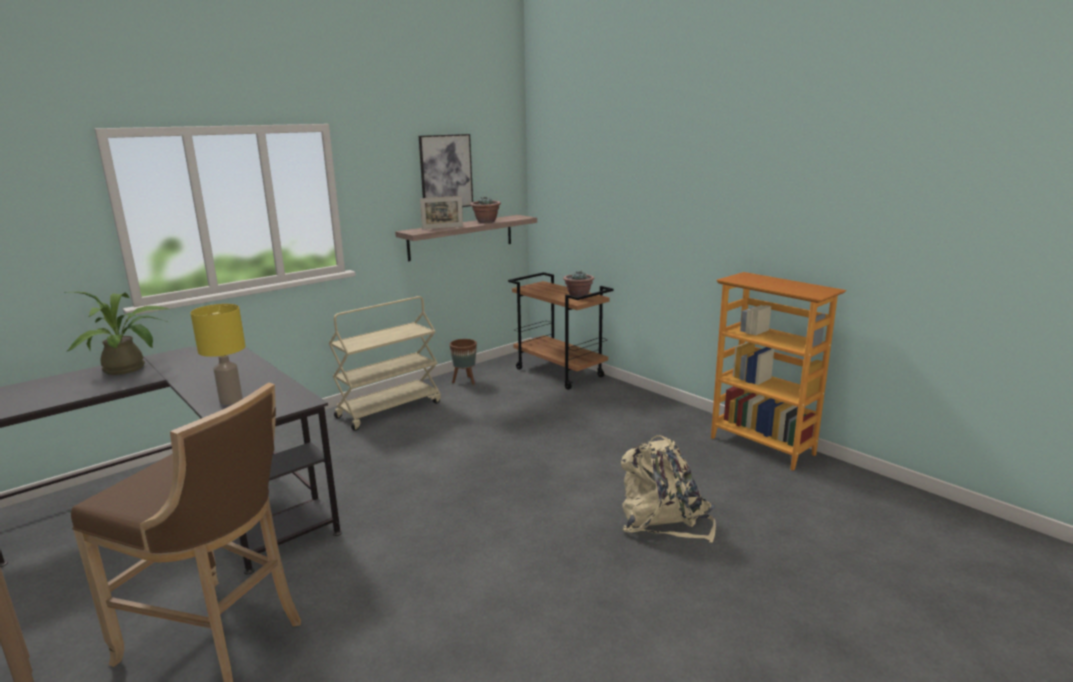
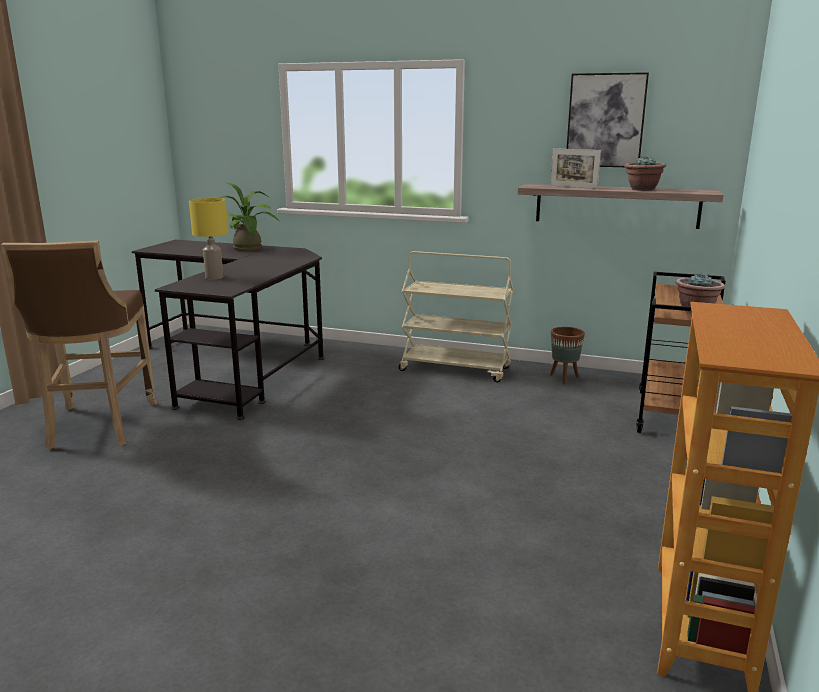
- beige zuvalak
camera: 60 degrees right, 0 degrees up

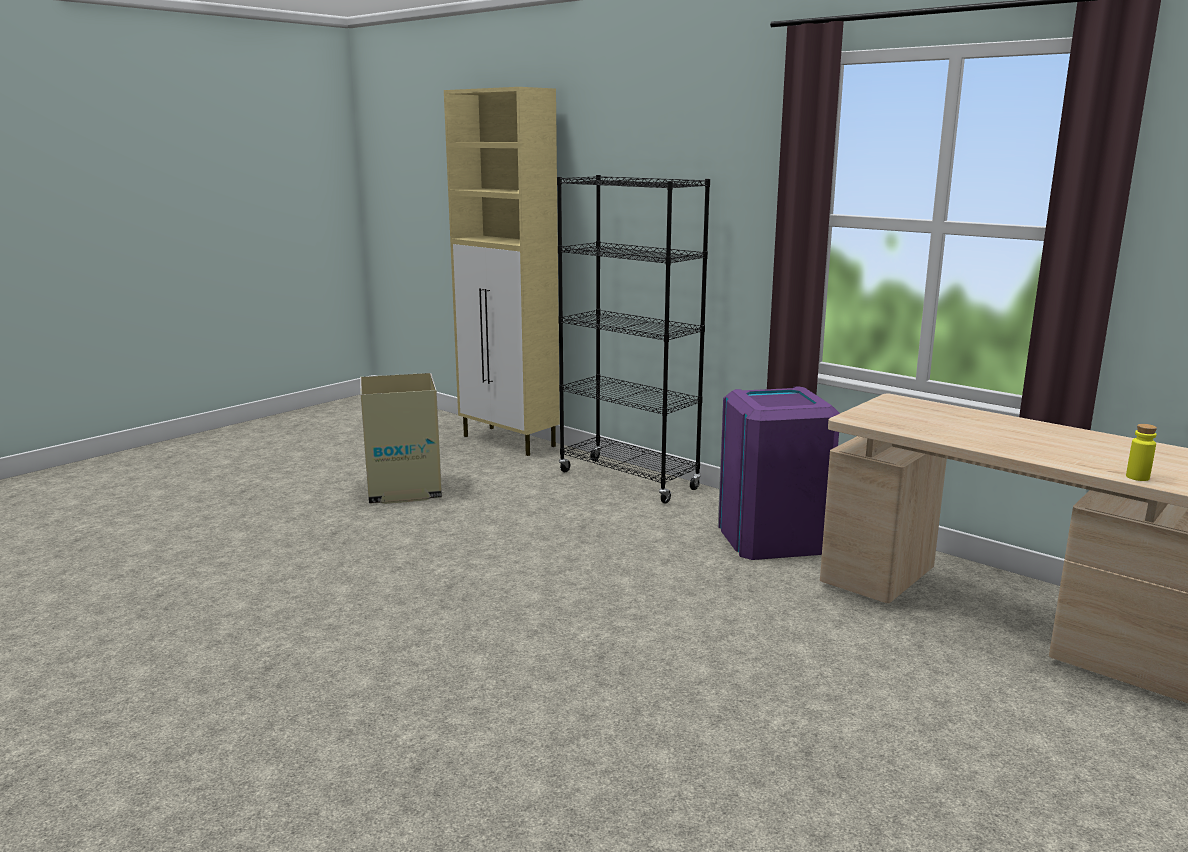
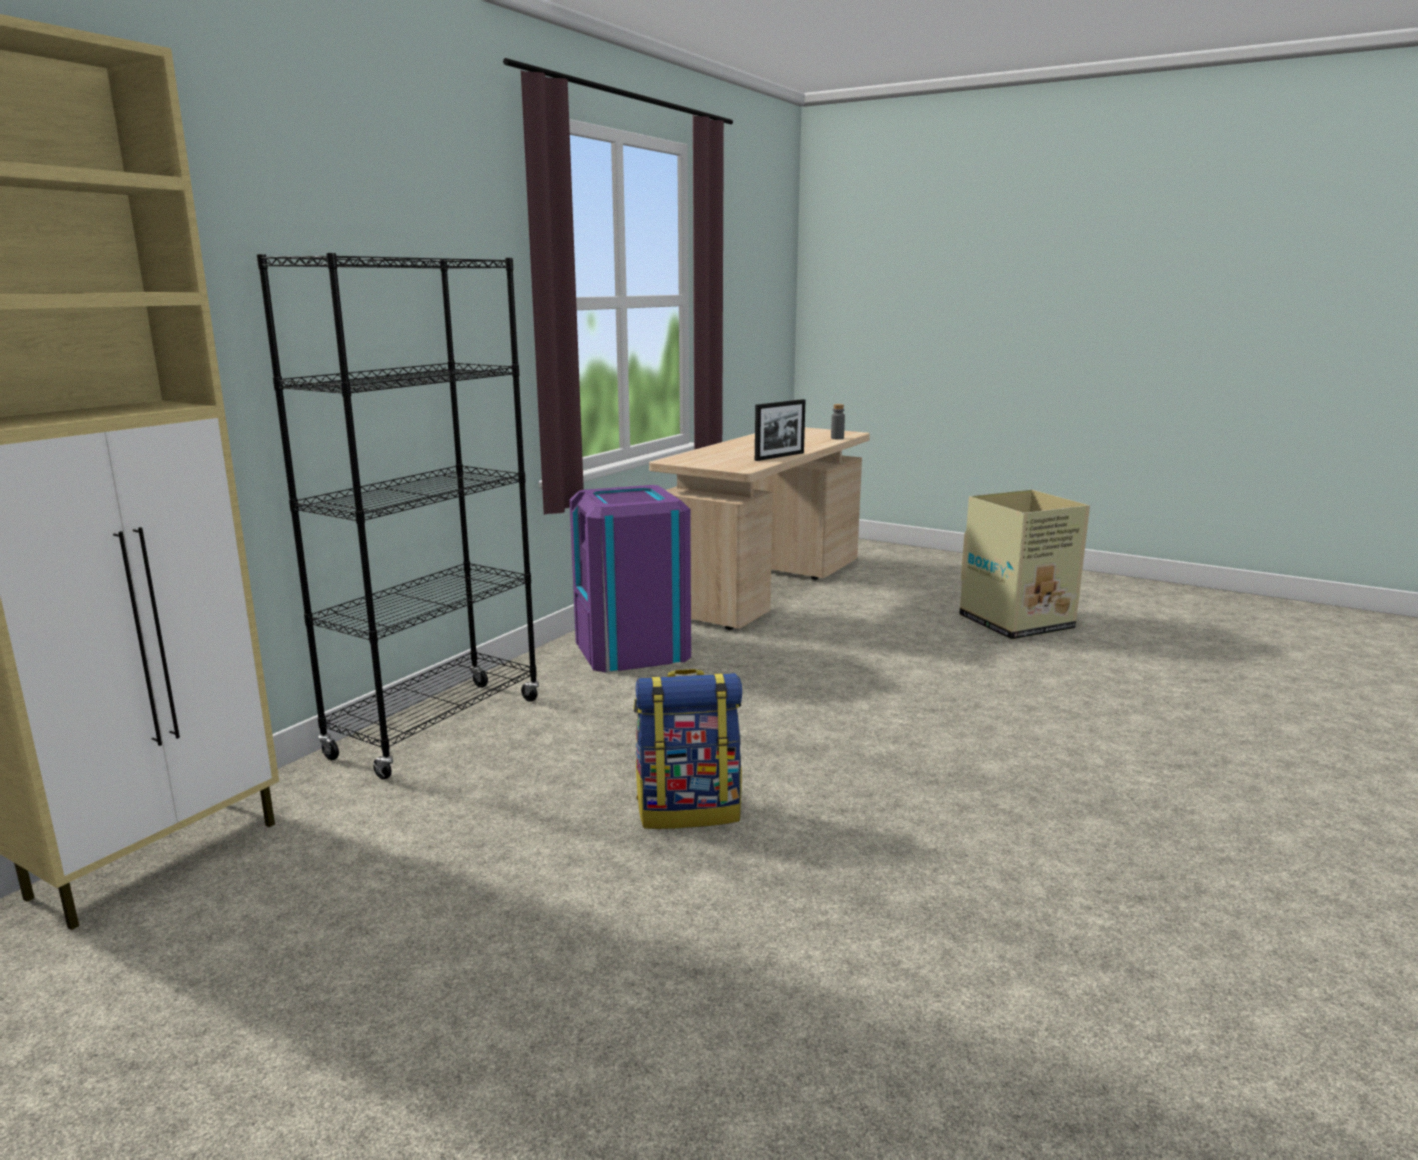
+ zuvalak
+ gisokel
~ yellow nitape to grey nitape
~ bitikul
camera: 100 degrees left, 0 degrees up

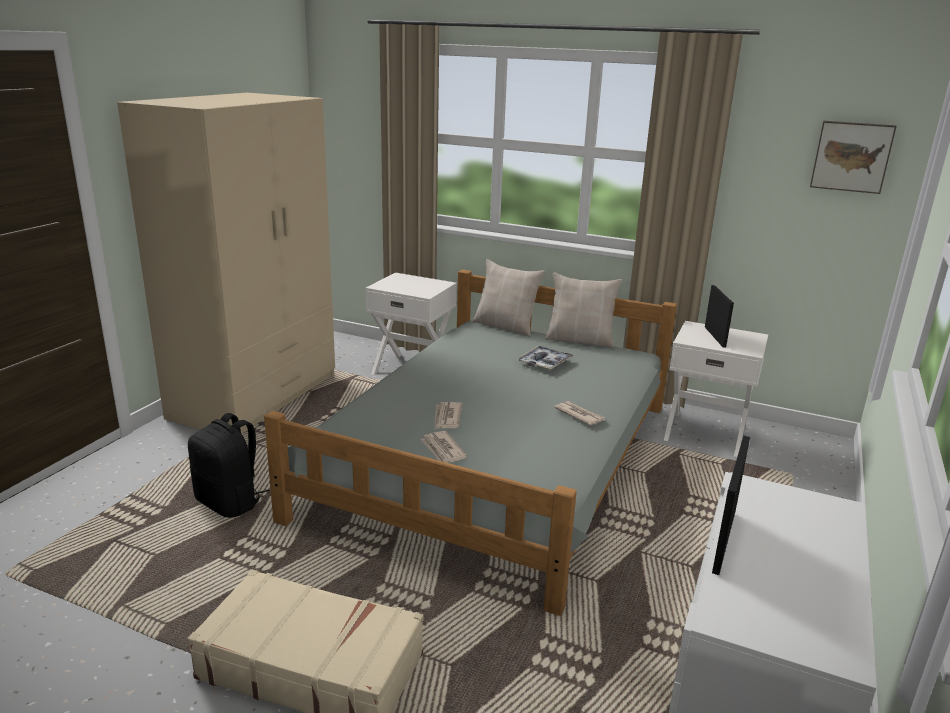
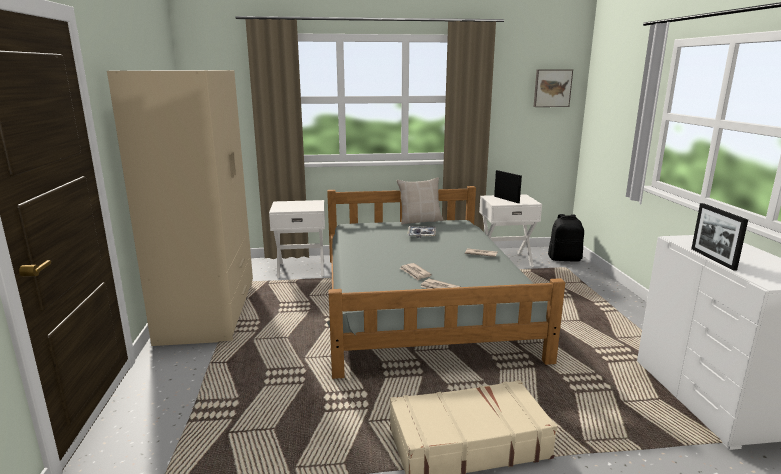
~ black zuvalak
- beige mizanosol (1st from left)
camera: 30 degrees left, 5 degrees down

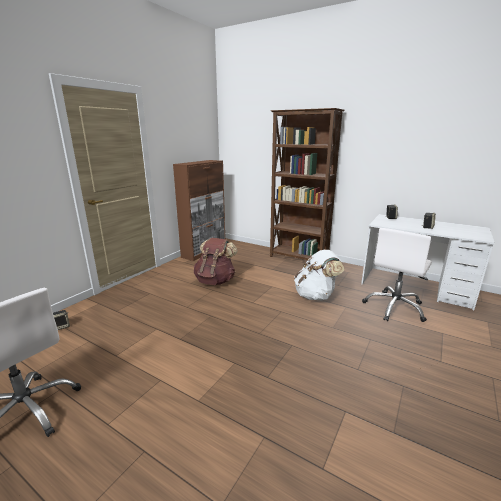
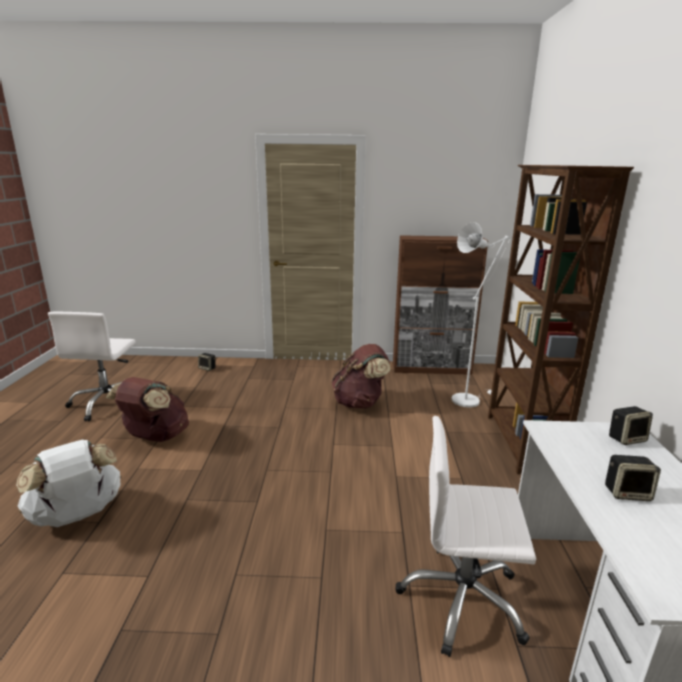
~ white zuvalak
+ brown zuvalak (1st from left)
+ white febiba
camera: 60 degrees right, 0 degrees up

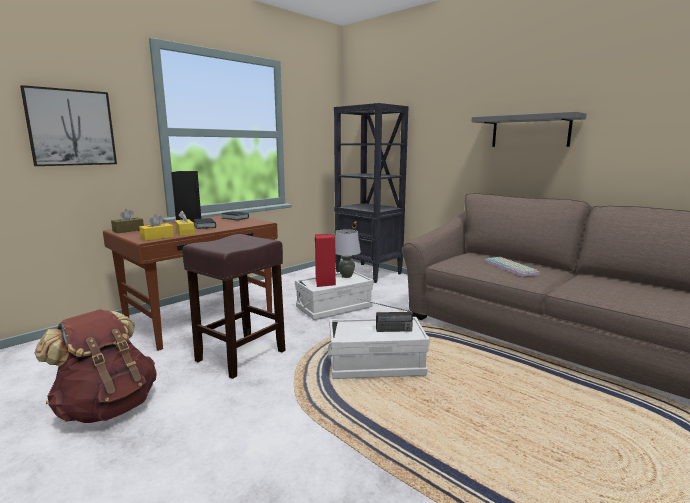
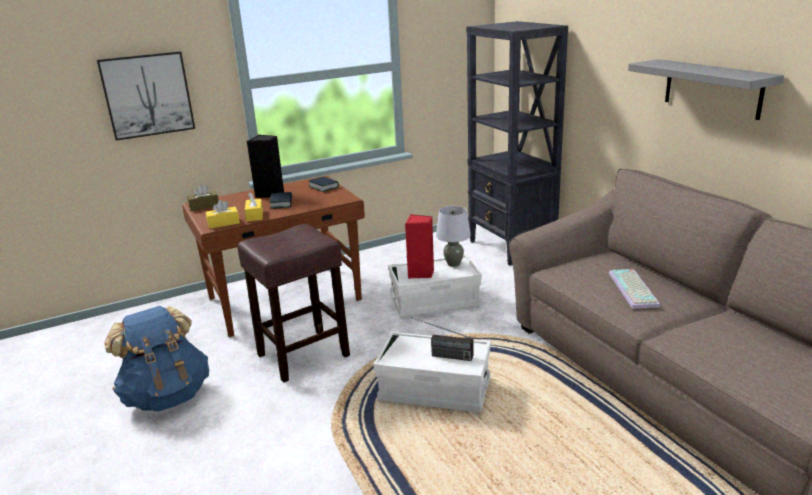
~ brown zuvalak to blue zuvalak
camera: 20 degrees right, 10 degrees up

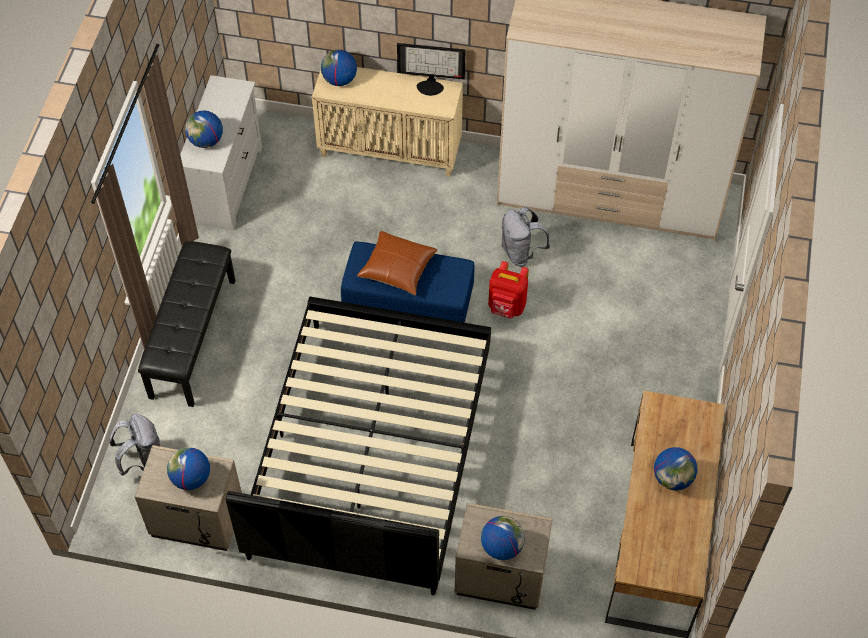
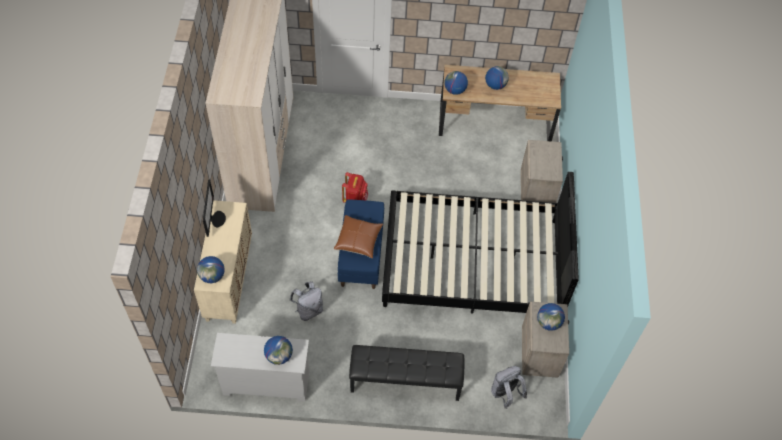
~ grey zuvalak (2nd from left in the first image) to grey zuvalak (1st from left)
~ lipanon (4th from left in the first image) to lipanon (3rd from left)
camera: 100 degrees left, 0 degrees up

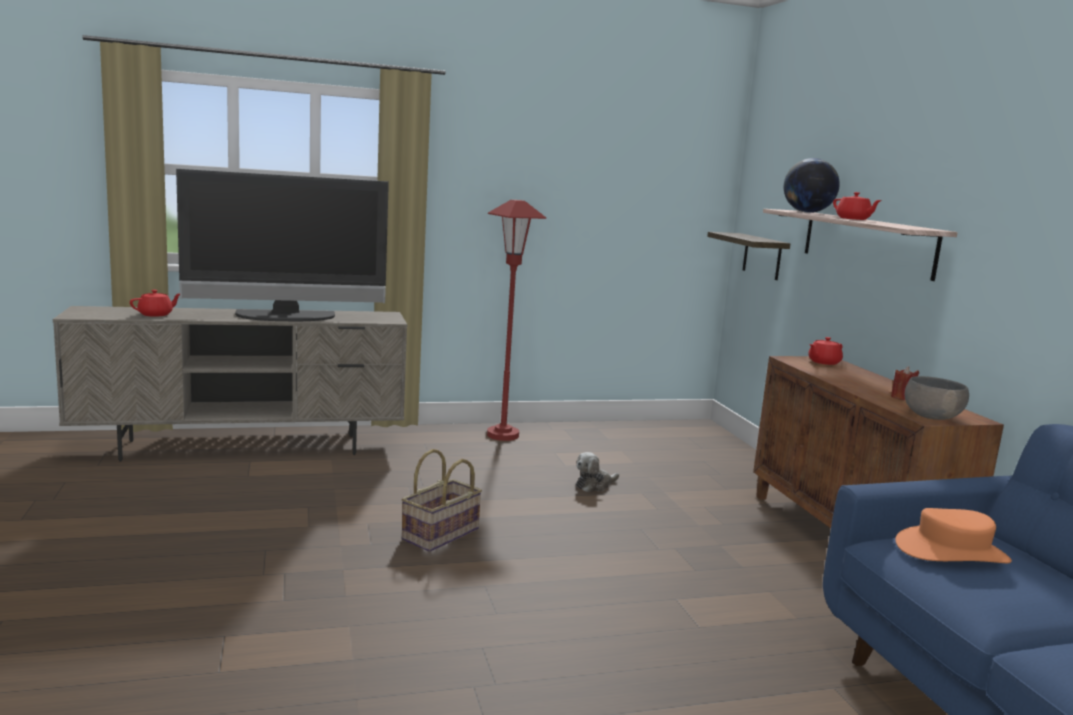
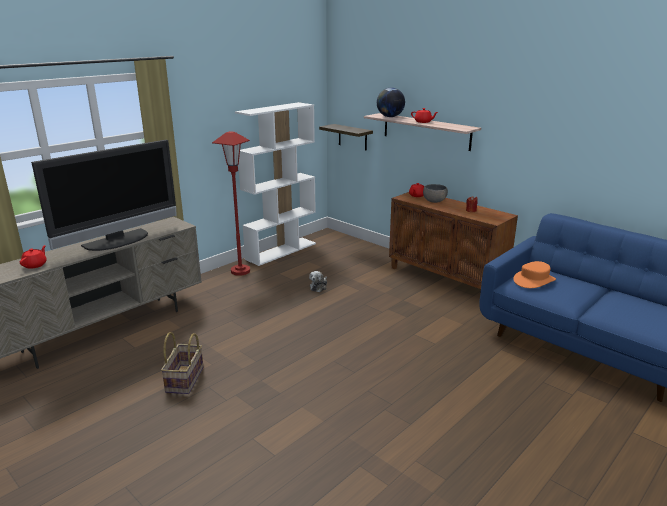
~ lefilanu
+ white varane
~ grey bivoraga
camera: 30 degrees left, 10 degrees up

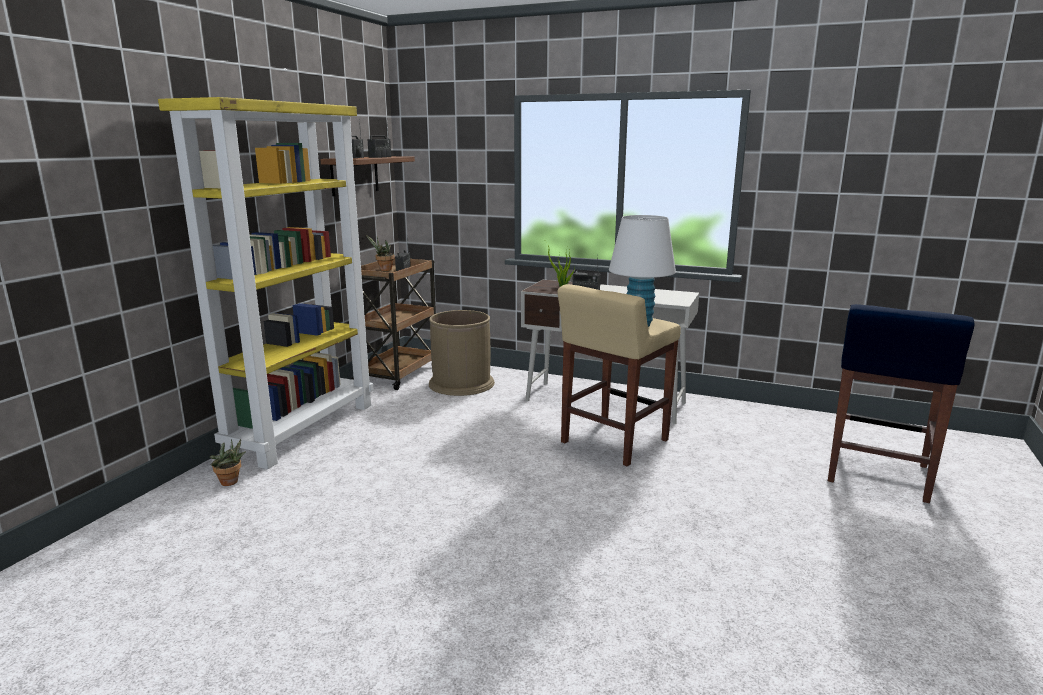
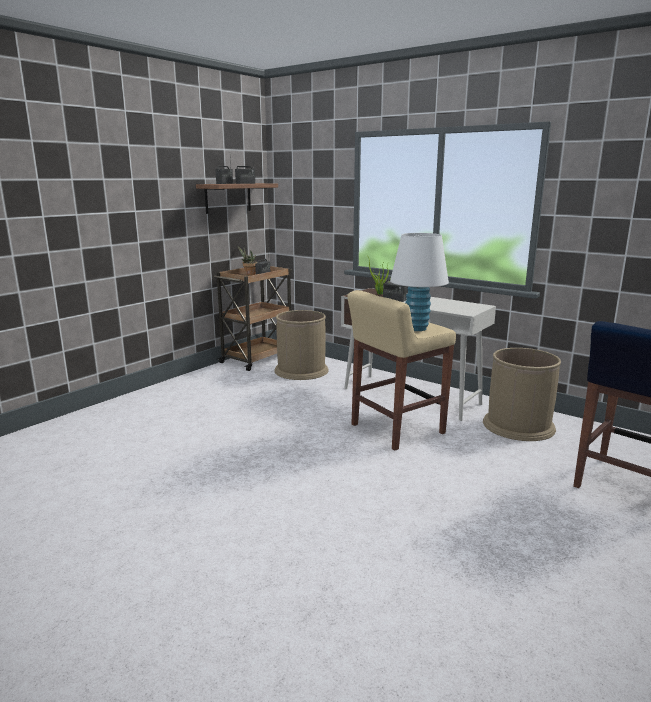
+ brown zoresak (2nd from left)
- yellow varane
- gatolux (1st from left)
camera: 15 degrees right, 0 degrees up

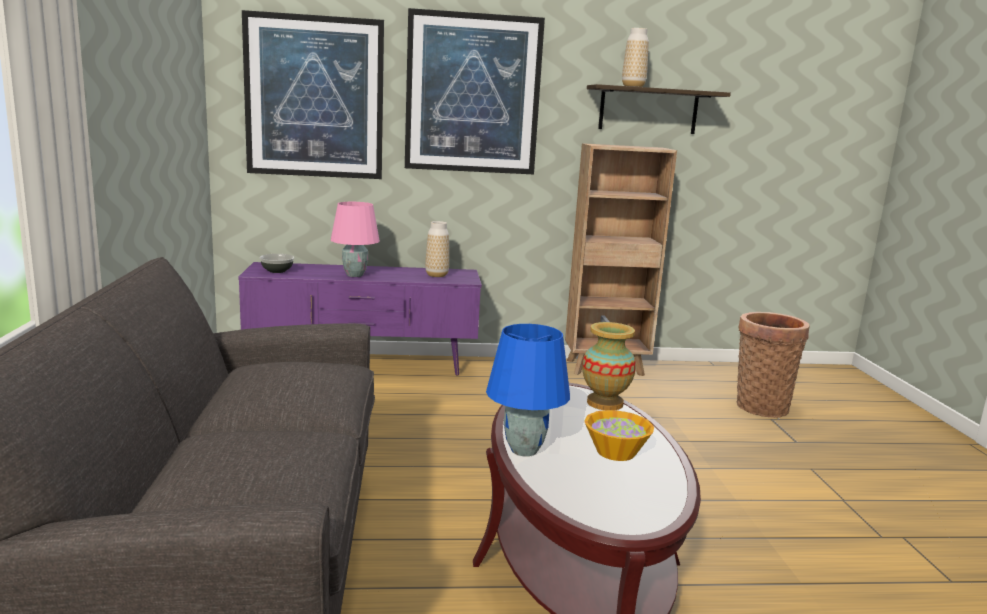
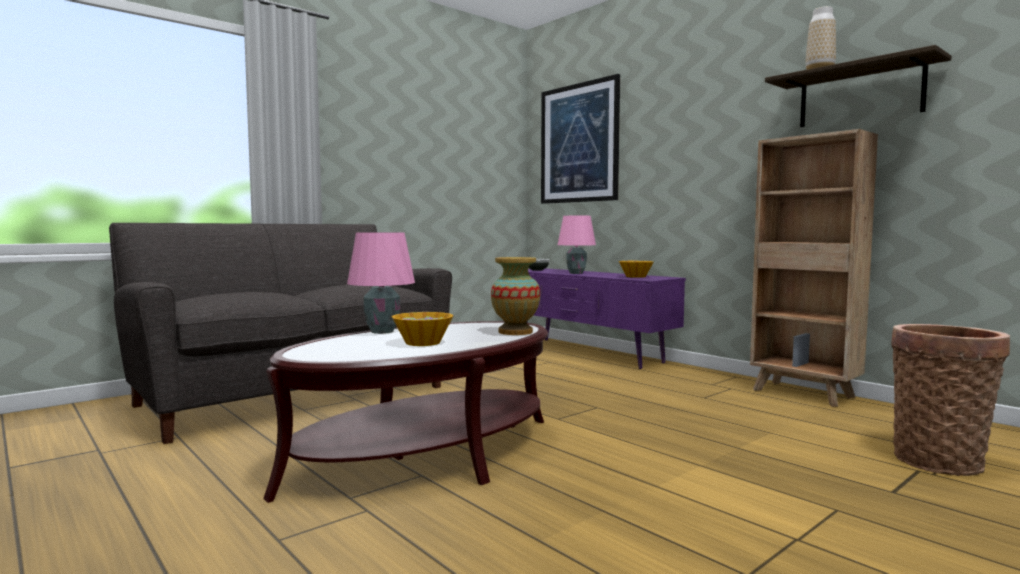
~ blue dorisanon to pink dorisanon (1st from left)
~ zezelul (1st from left) to bivoraga (3rd from left)
- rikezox (2nd from left)
camera: 55 degrees right, 10 degrees down

